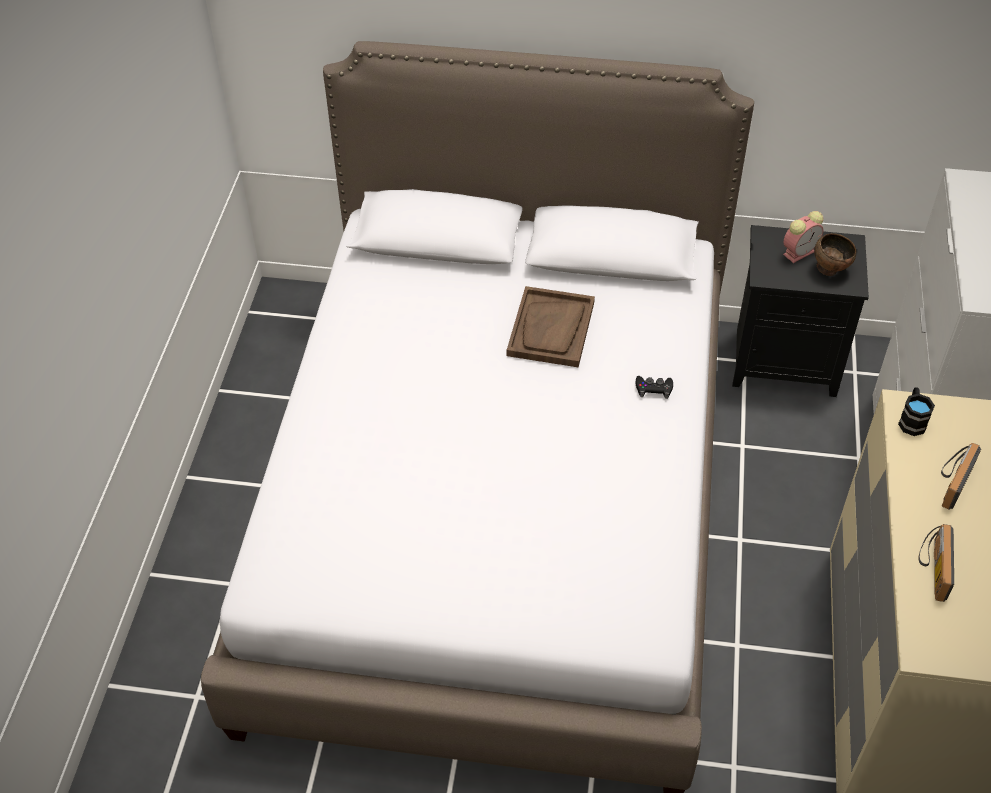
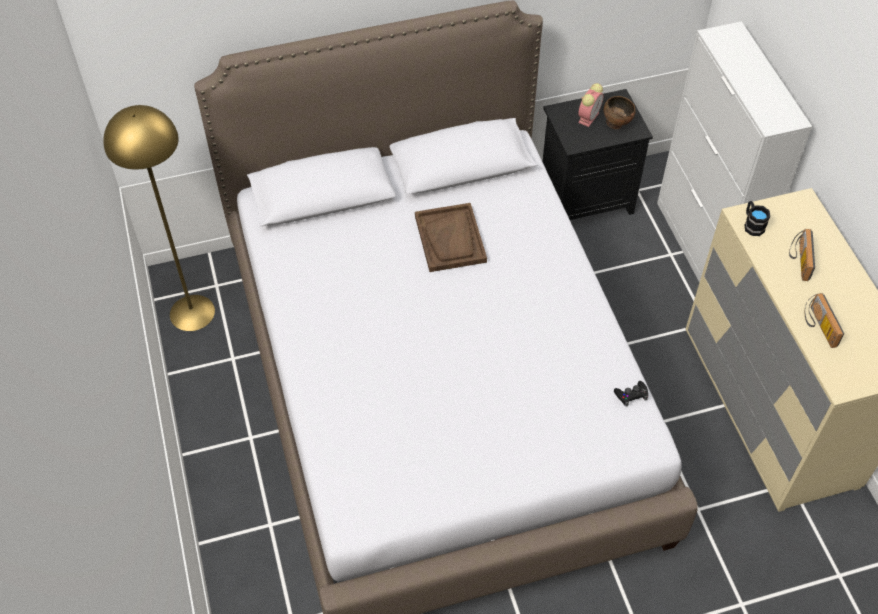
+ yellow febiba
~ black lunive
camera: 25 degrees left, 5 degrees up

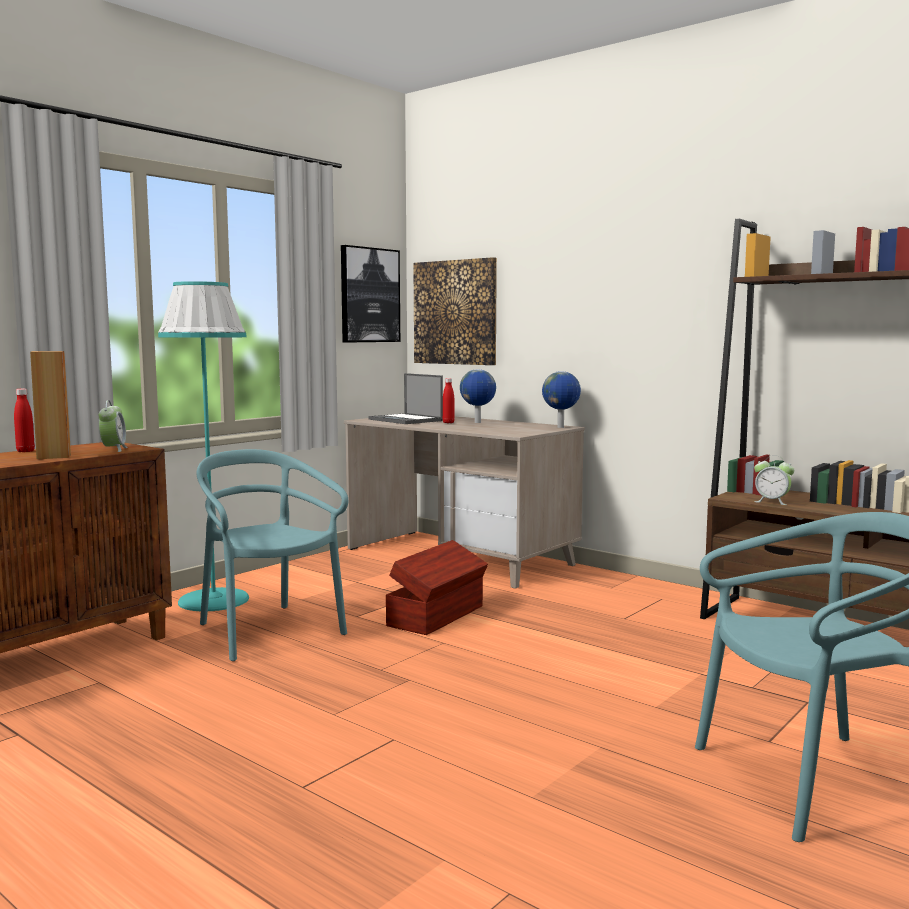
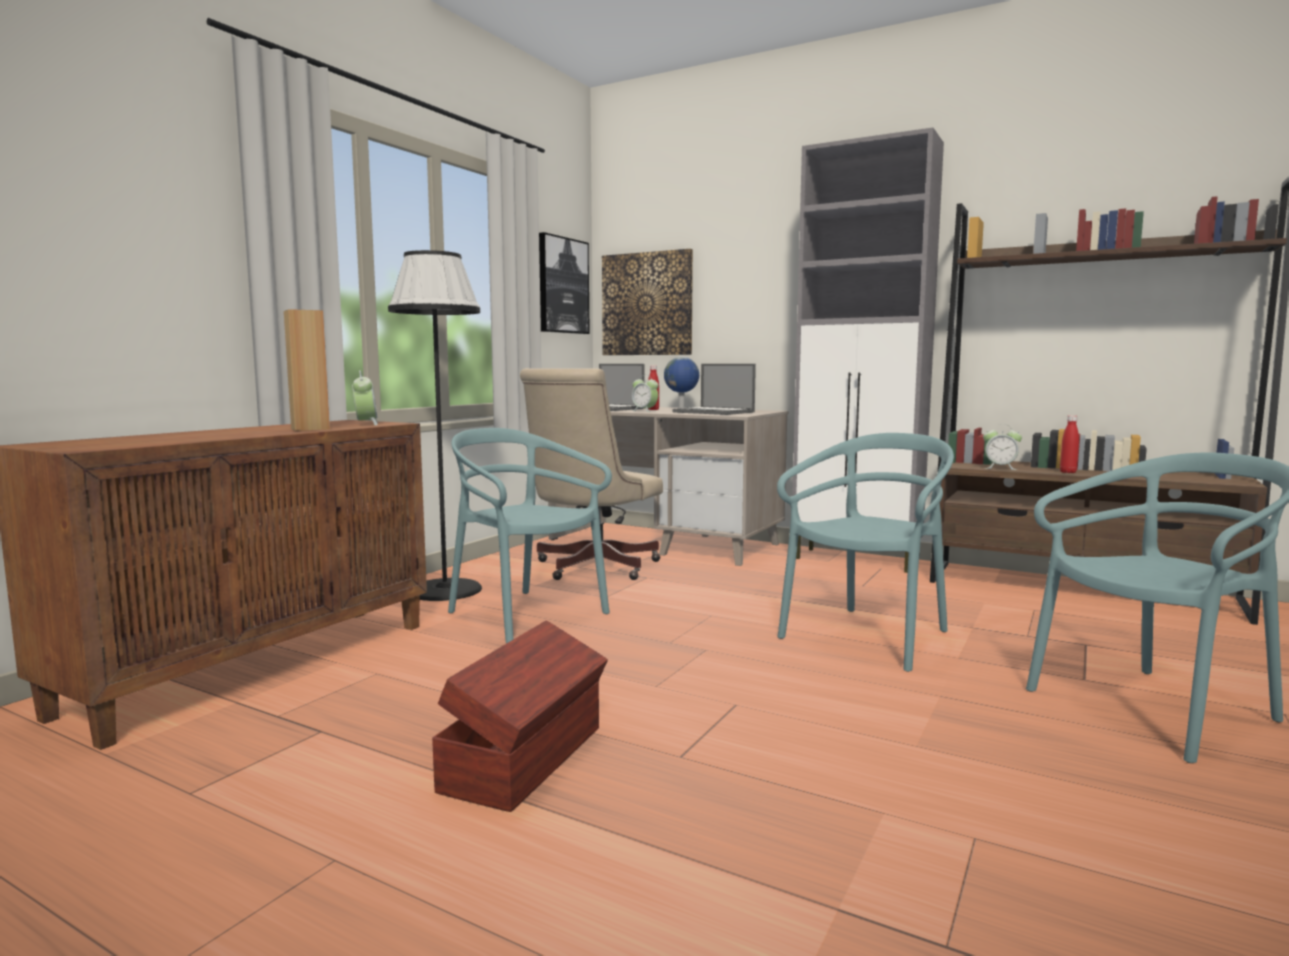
~ turquoise febiba to black febiba
~ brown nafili
+ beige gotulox
+ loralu (2nd from left)
+ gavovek (2nd from left)
+ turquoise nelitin (2nd from left)
+ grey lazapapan
~ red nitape (1st from left in the first image) to red nitape (2nd from left)
- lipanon (2nd from left)
camera: 10 degrees left, 0 degrees up

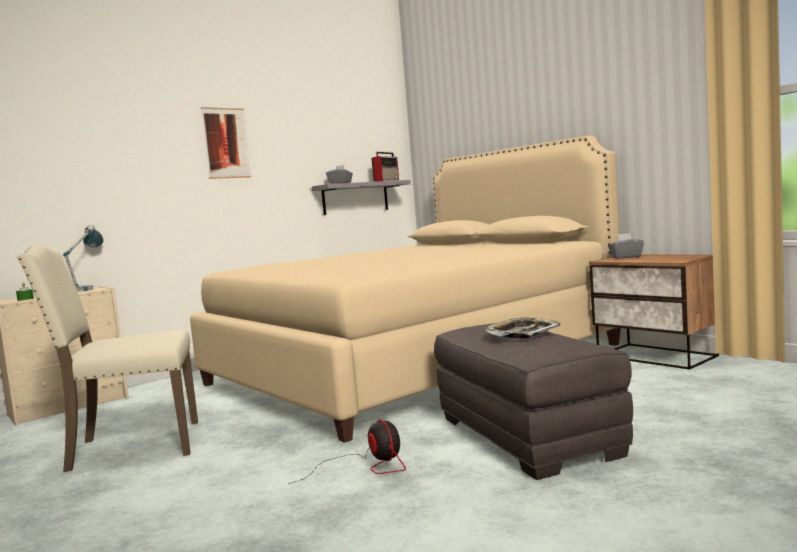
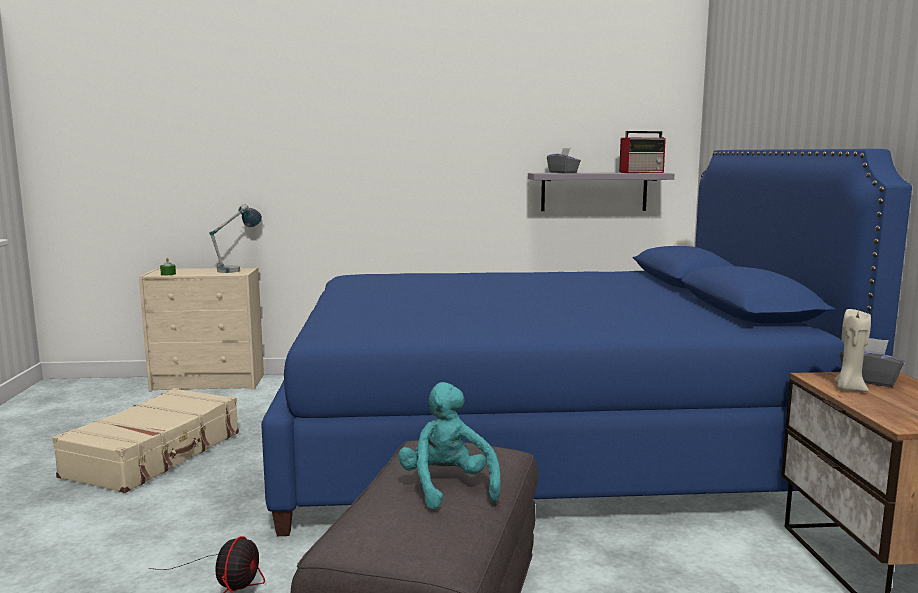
~ beige nelitin to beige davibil
~ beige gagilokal to blue gagilokal
~ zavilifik to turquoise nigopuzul
+ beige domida
- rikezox
camera: 35 degrees right, 5 degrees up

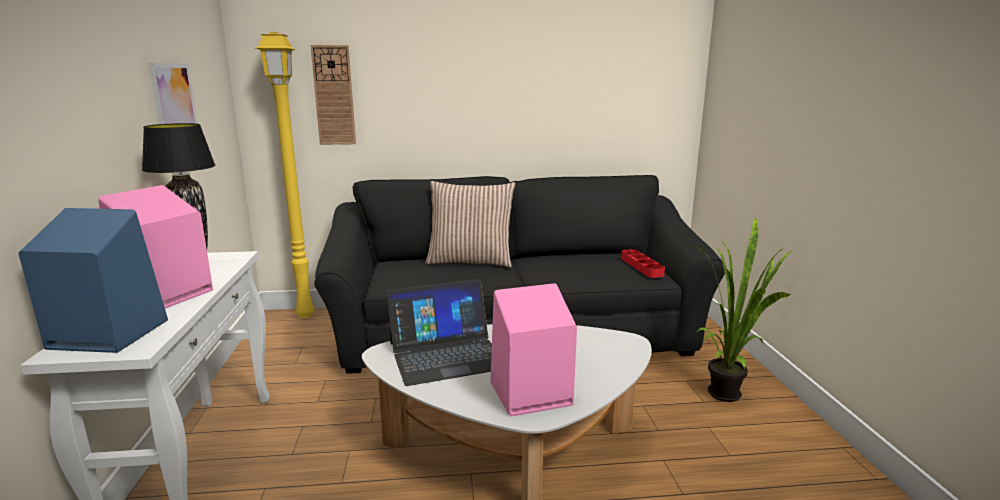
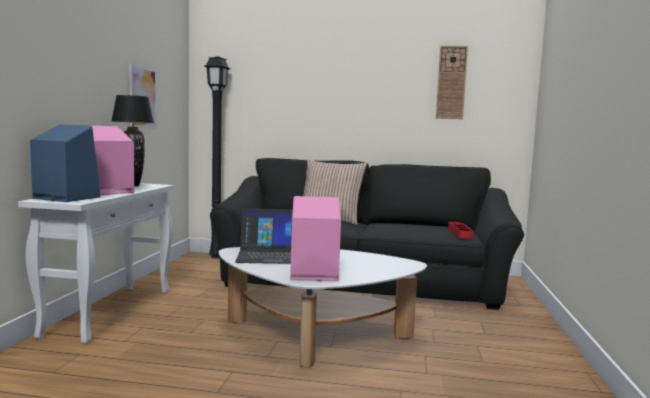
~ yellow febiba to black febiba
~ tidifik
- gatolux
camera: 15 degrees right, 10 degrees down

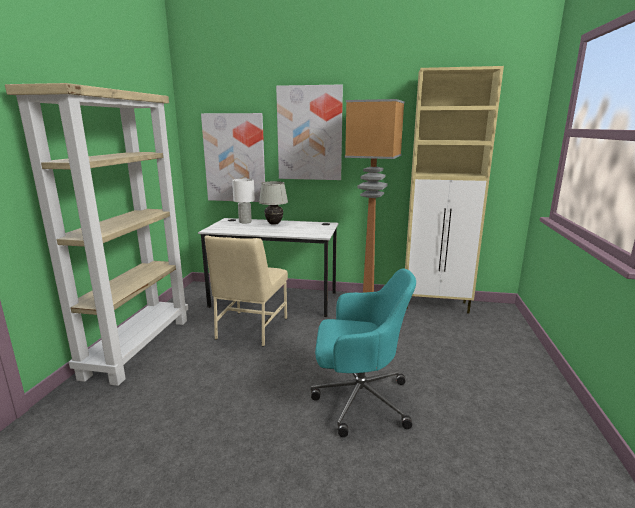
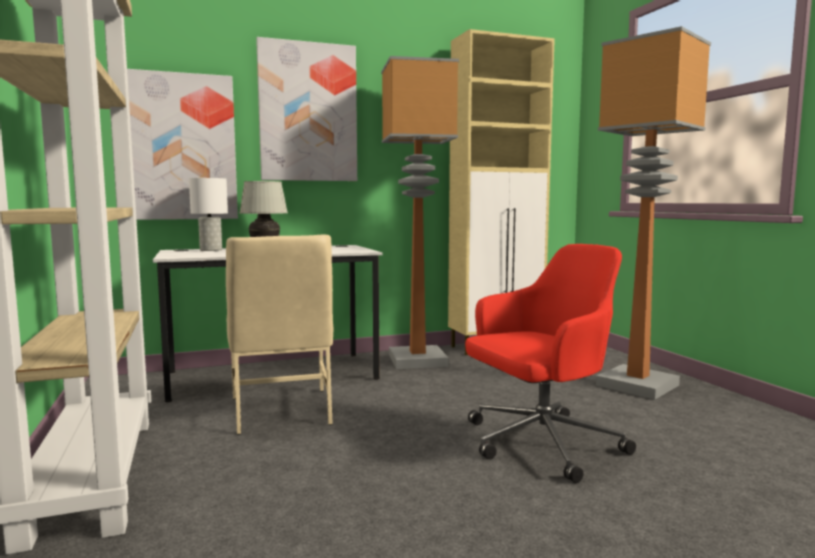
~ turquoise gotulox to red gotulox
+ febiba (2nd from left)
camera: 30 degrees left, 10 degrees down

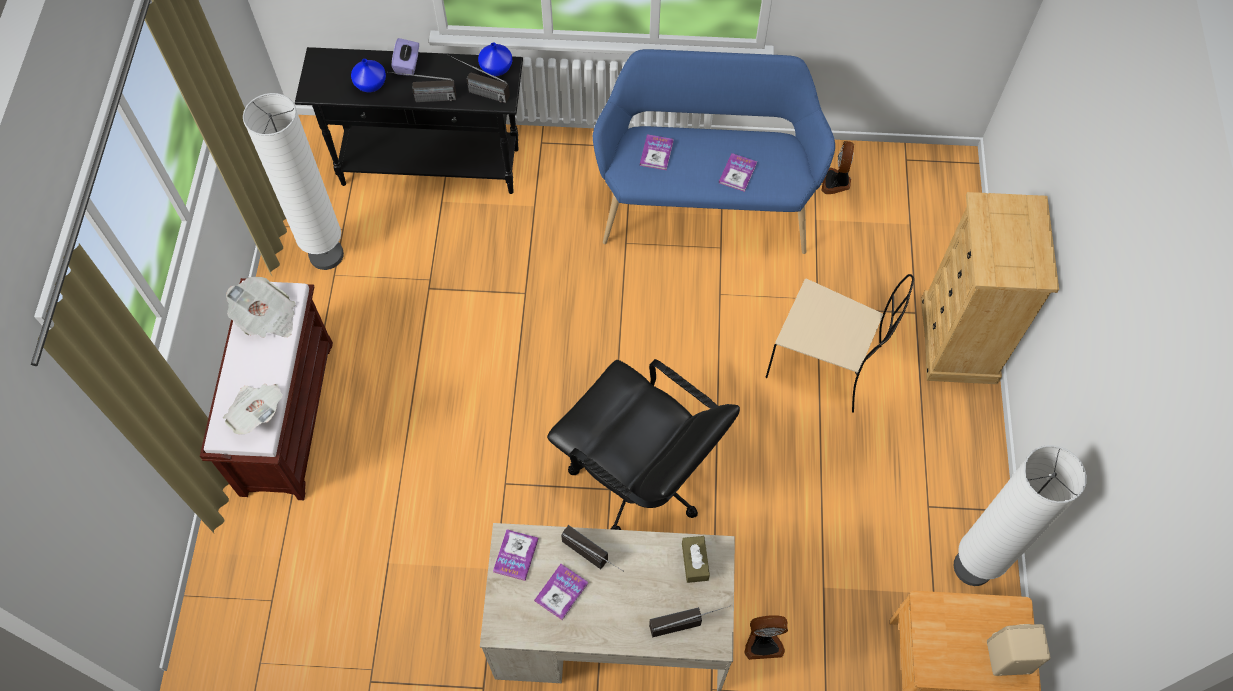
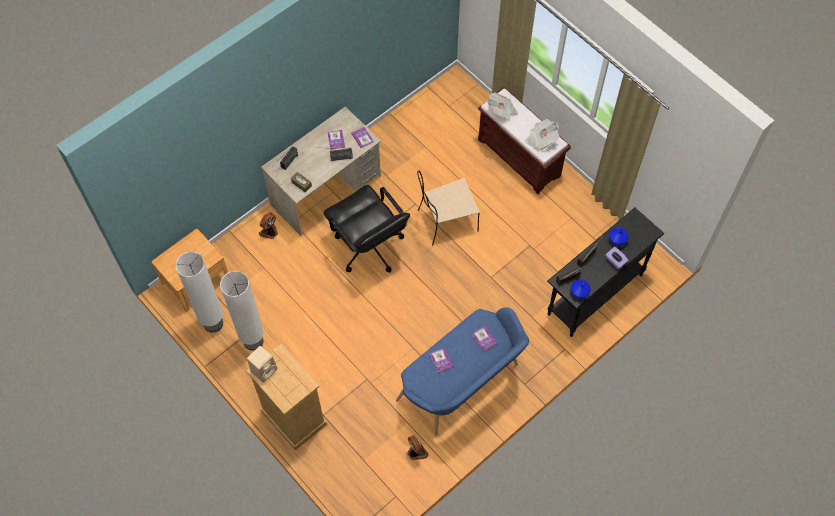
~ white febiba (1st from left in the first image) to white febiba (2nd from left)
~ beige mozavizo
~ black gotulox 120 degrees counterclockwise
~ beige nelitin
camera: 135 degrees right, 0 degrees up

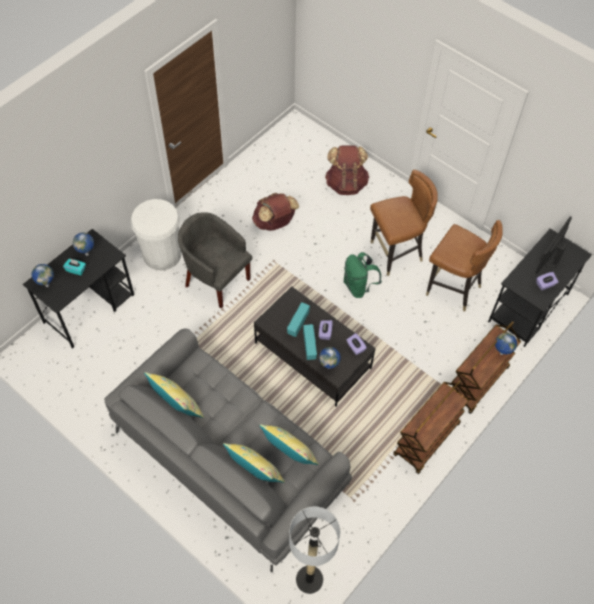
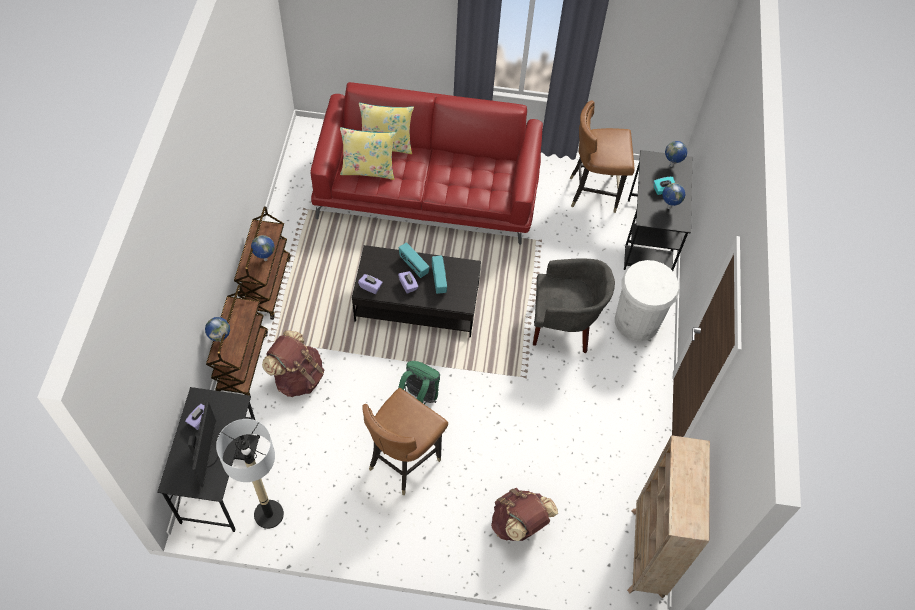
~ febiba
~ lipanon (3rd from left in the first image) to lipanon (2nd from left)
~ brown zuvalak (1st from left)
~ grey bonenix to red bonenix
~ brown nelitin (2nd from left)
+ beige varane
- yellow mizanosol (1st from left)
camera: 145 degrees right, 0 degrees up

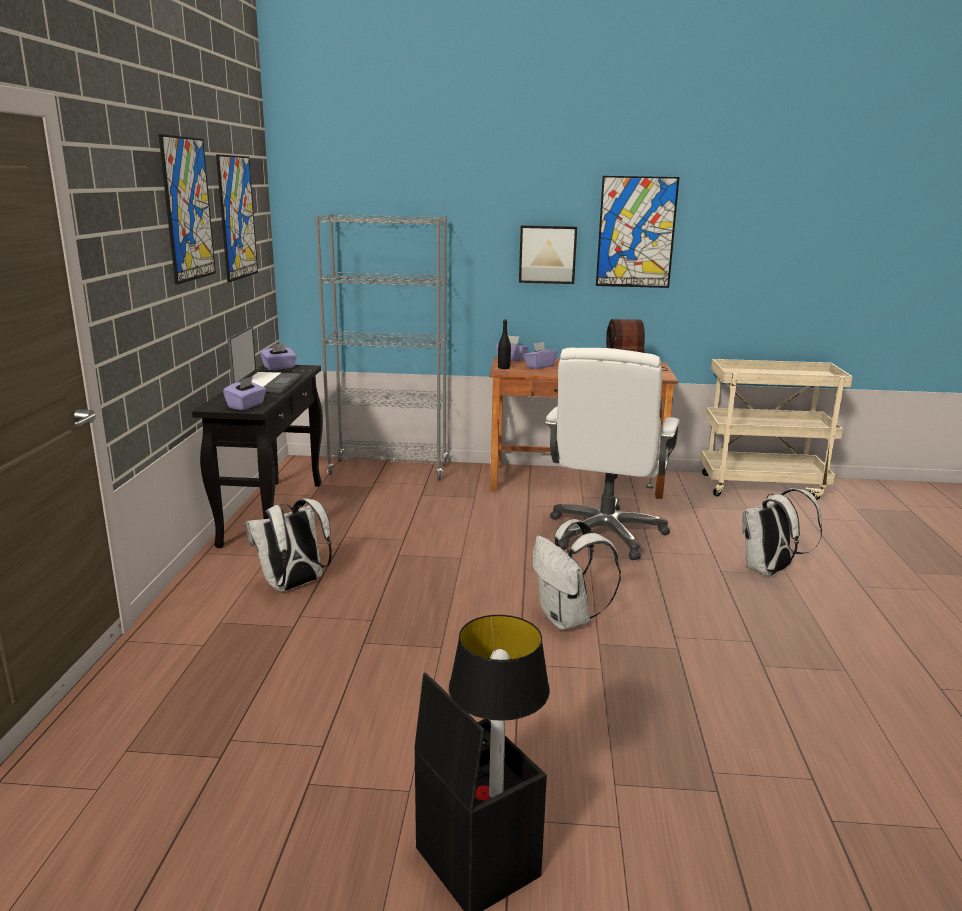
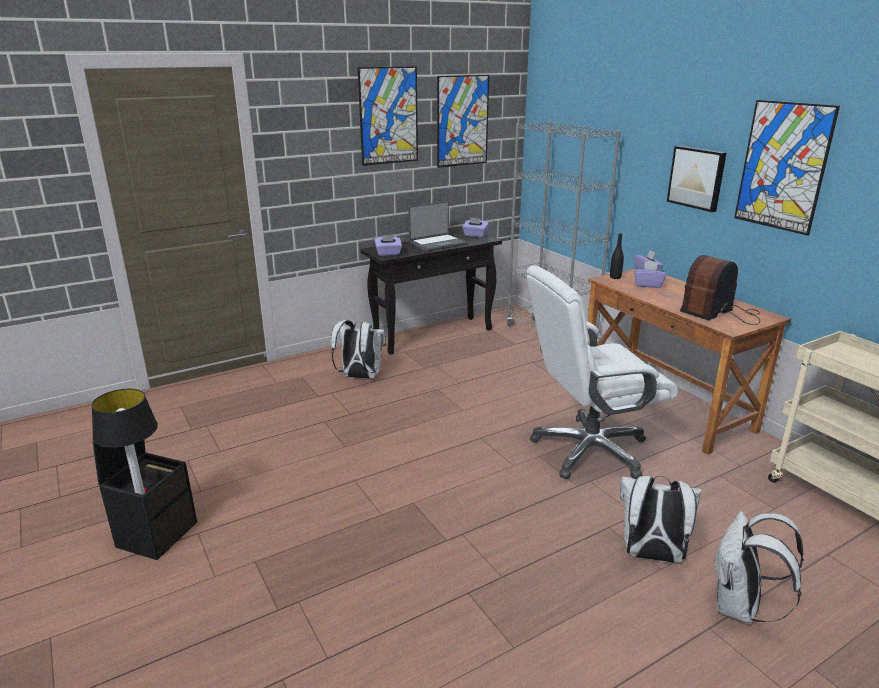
~ white zuvalak (2nd from left in the first image) to white zuvalak (3rd from left)
camera: 55 degrees right, 5 degrees up

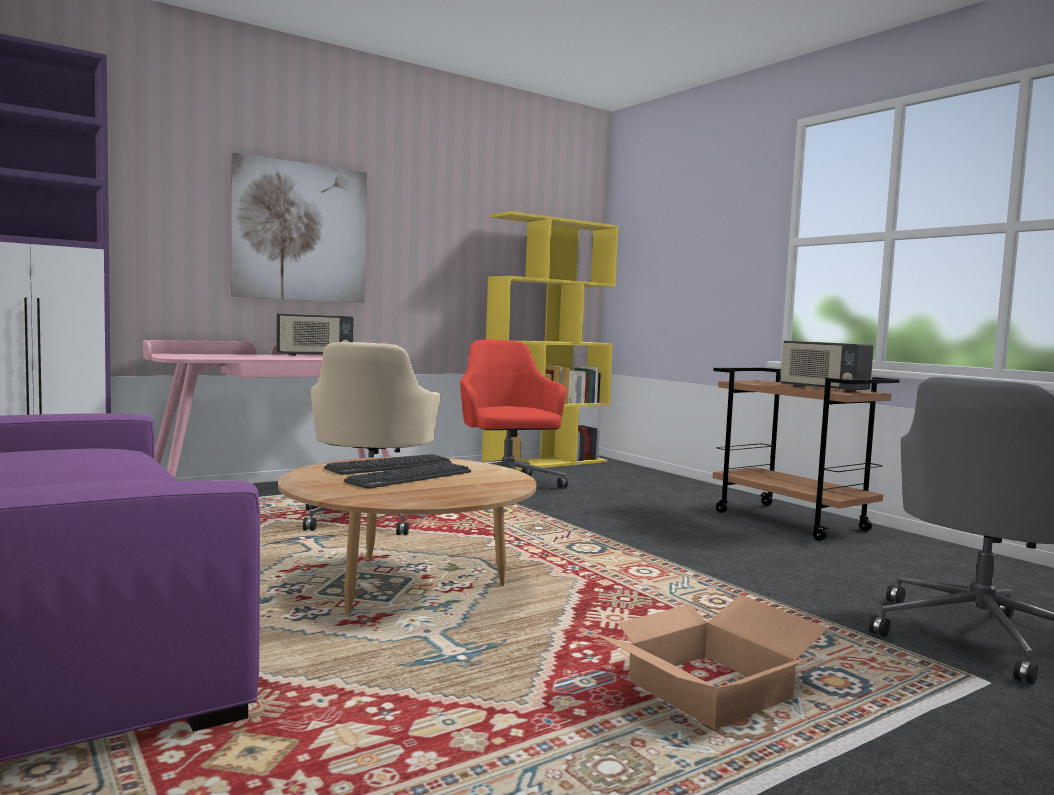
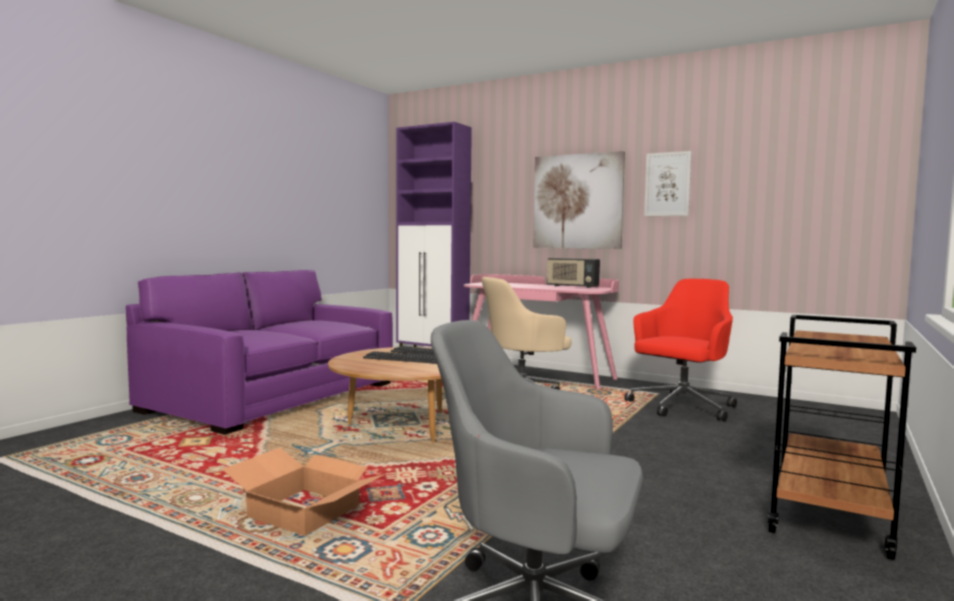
+ rikezox (2nd from left)
- yellow varane
- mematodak (2nd from left)
camera: 65 degrees right, 0 degrees up

